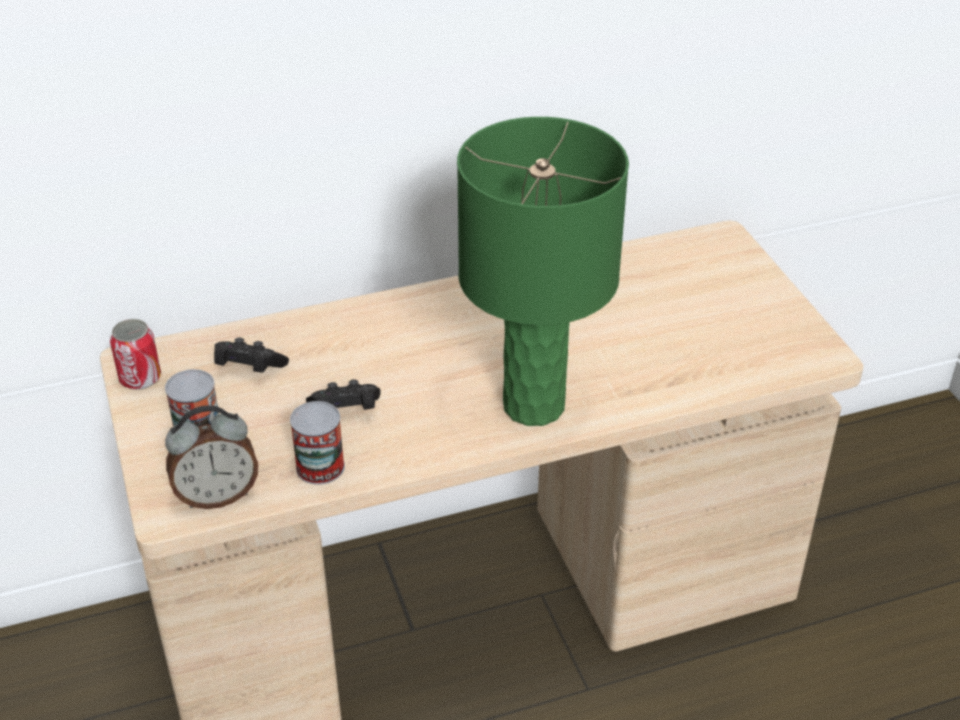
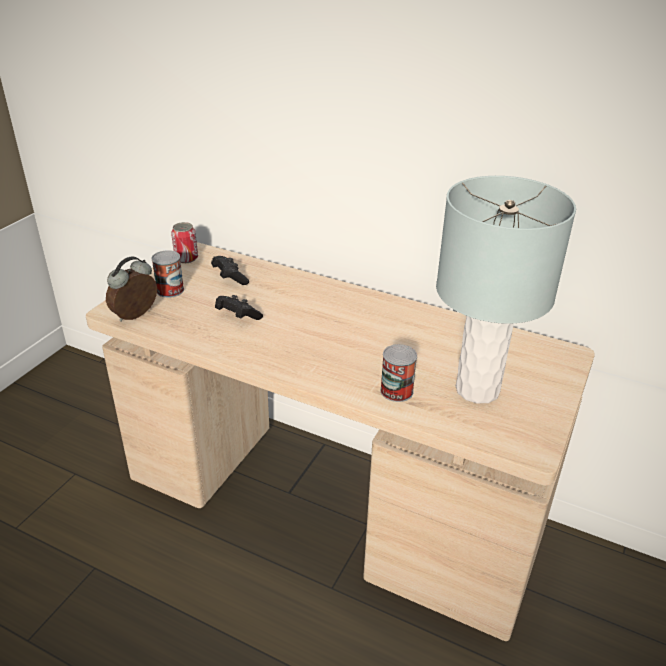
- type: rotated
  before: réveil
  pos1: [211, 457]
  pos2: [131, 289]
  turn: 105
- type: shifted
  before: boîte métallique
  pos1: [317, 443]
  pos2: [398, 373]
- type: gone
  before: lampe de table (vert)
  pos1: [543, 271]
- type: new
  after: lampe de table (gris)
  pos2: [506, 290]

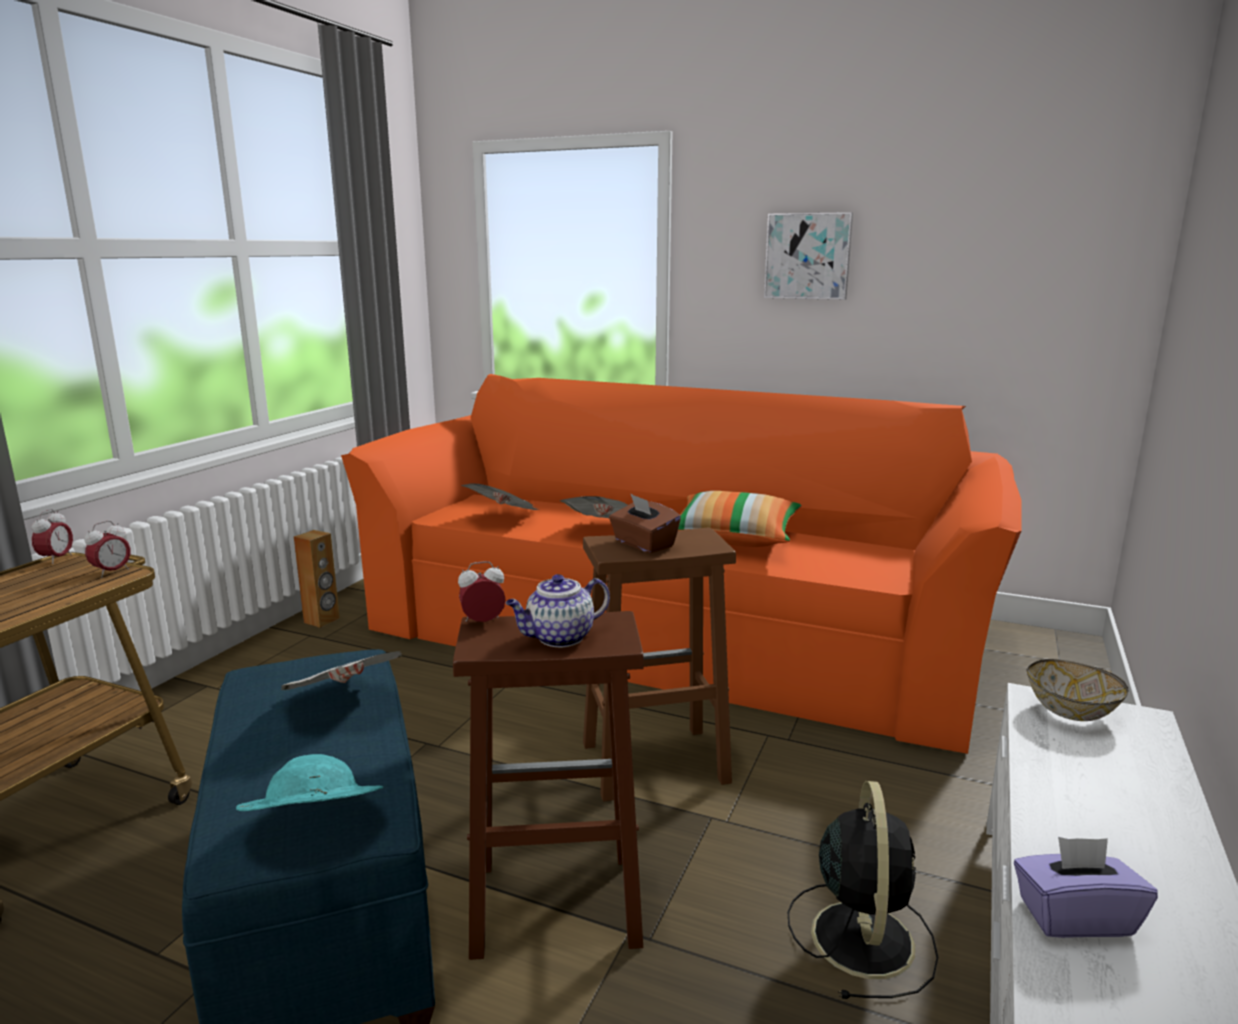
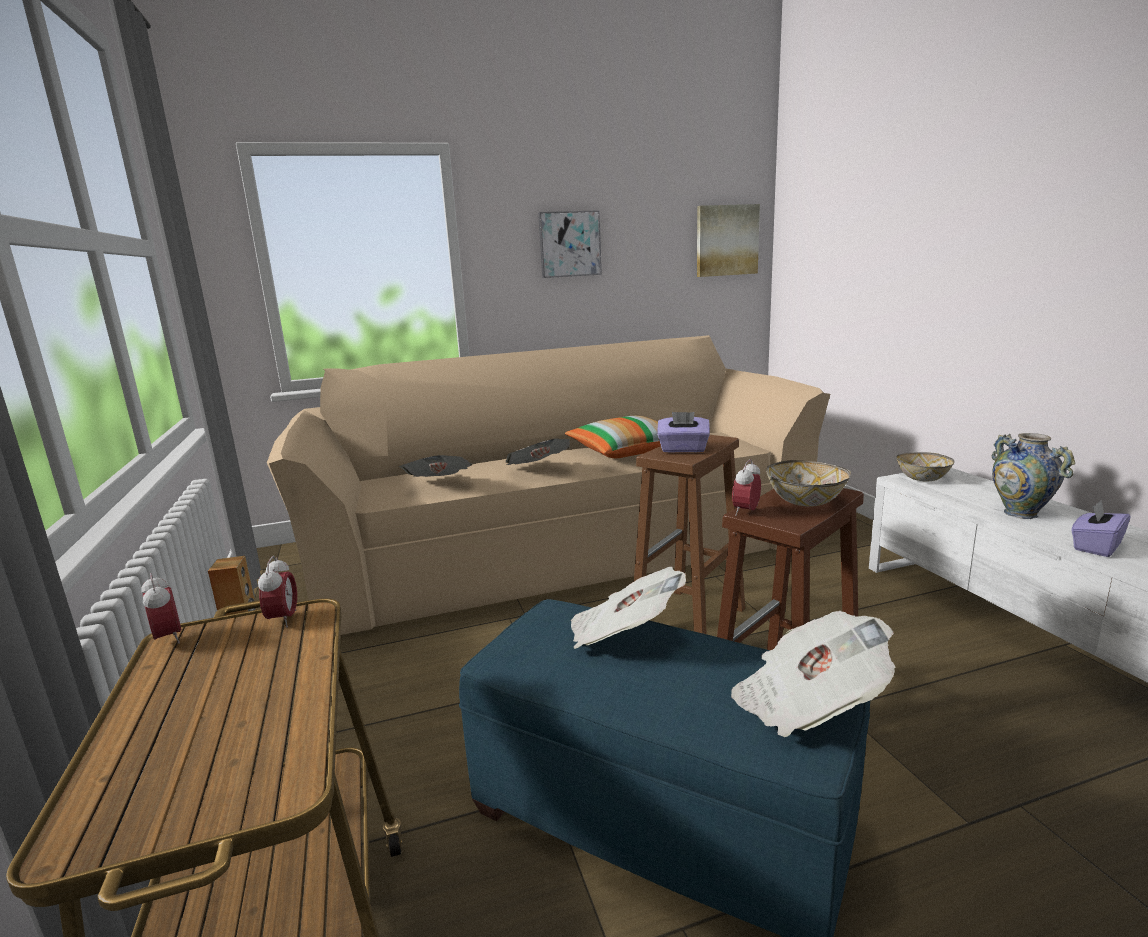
- type: swapped
  before: chapeau (turquoise)
  after: journal
  pos1: [309, 782]
  pos2: [813, 674]
- type: repainted
  before: canapé (orange)
  after: canapé (beige)
  pos1: [681, 564]
  pos2: [548, 485]
- type: swapped
  before: théière
  after: bol
  pos1: [557, 611]
  pos2: [808, 483]
- type: repainted
  before: boîte à mouchoirs (marron)
  after: boîte à mouchoirs (violet)
  pos1: [645, 523]
  pos2: [683, 432]
- type: gone
  before: ventilateur (noir)
  pos1: [863, 890]
- type: new
  after: tableau
  pos2: [728, 240]
- type: new
  after: vase
  pos2: [1033, 476]

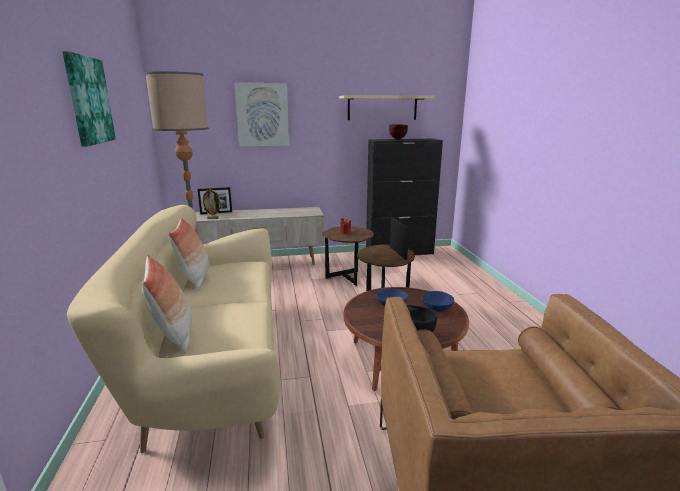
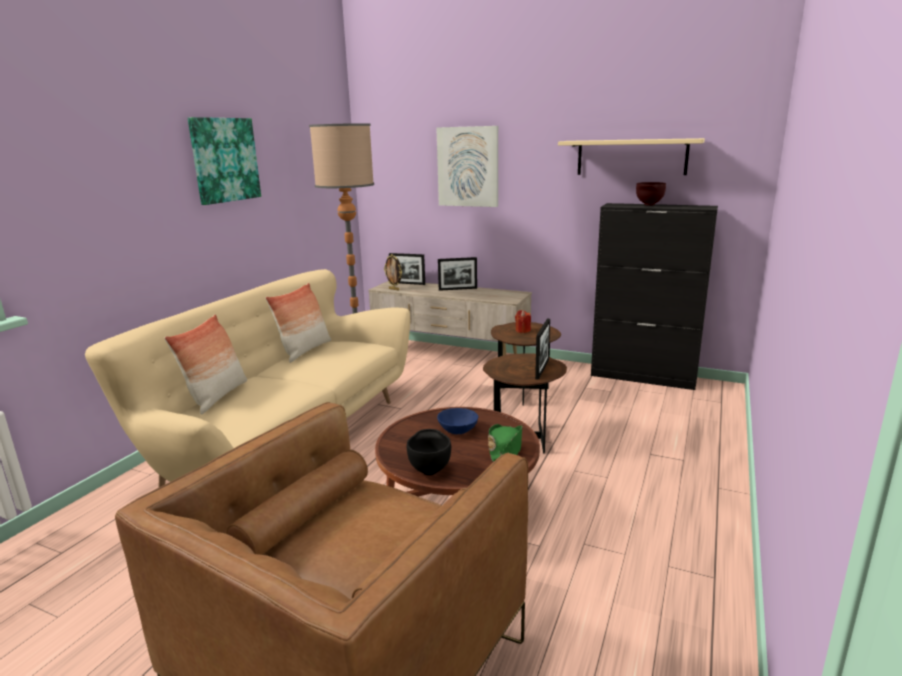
- type: swapped
  before: bol (bleu)
  after: chapeau (vert)
  pos1: [438, 301]
  pos2: [505, 443]
- type: new
  after: cadre photo
  pos2: [457, 274]

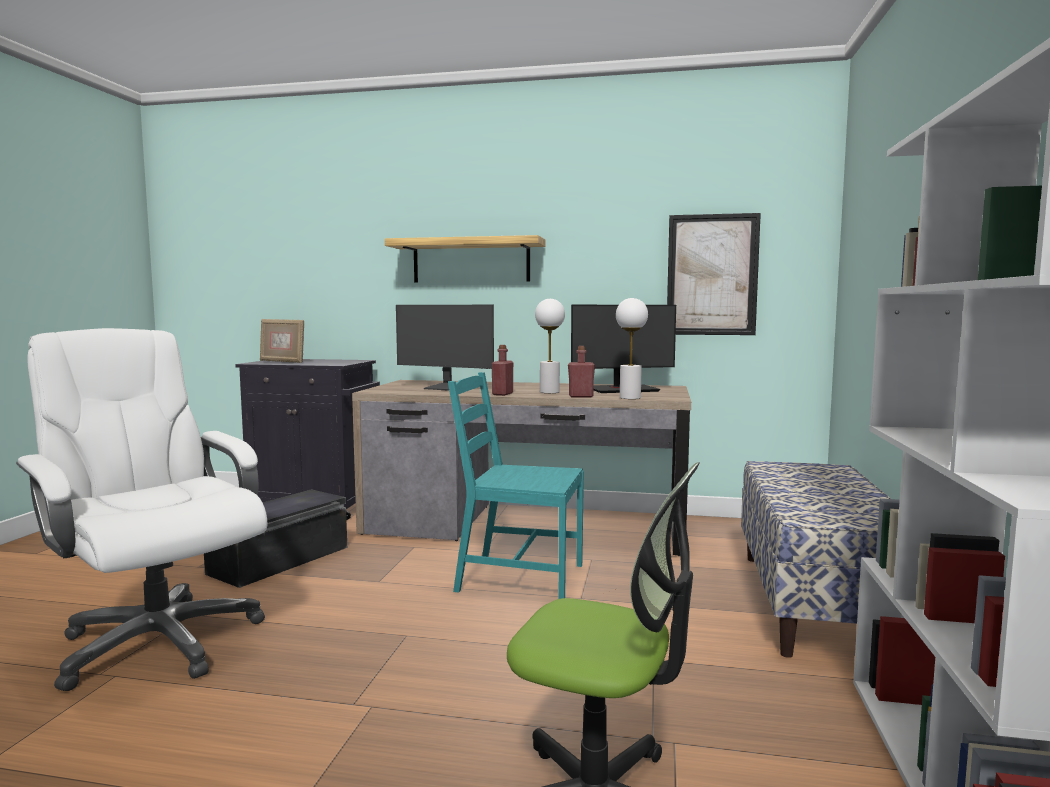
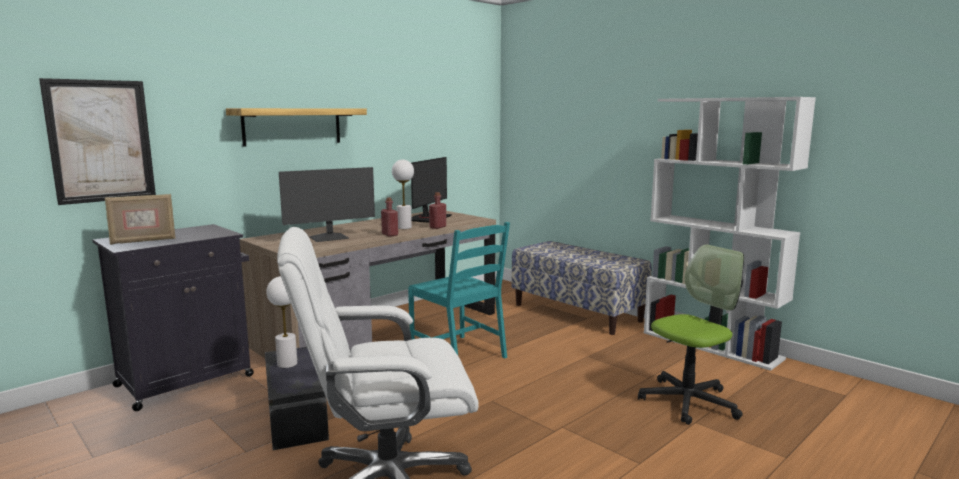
- type: rotated
  before: chaise (turquoise)
  pos1: [516, 485]
  pos2: [459, 290]
  turn: -90
- type: shifted
  before: lampe de table (blanc)
  pos1: [632, 348]
  pos2: [281, 322]
- type: shifted
  before: tableau
  pos1: [714, 274]
  pos2: [97, 141]

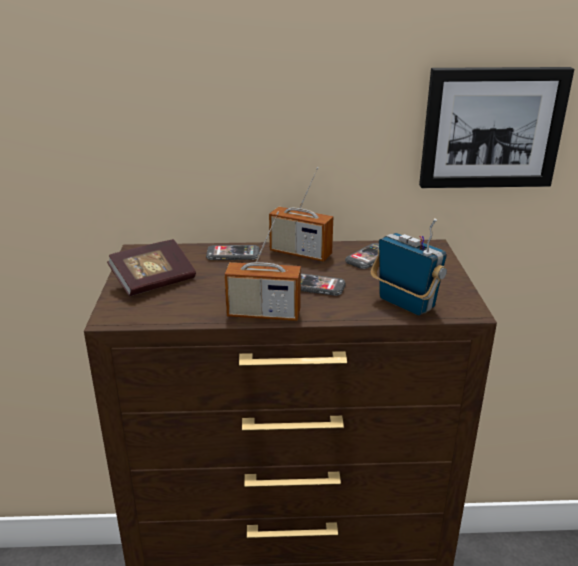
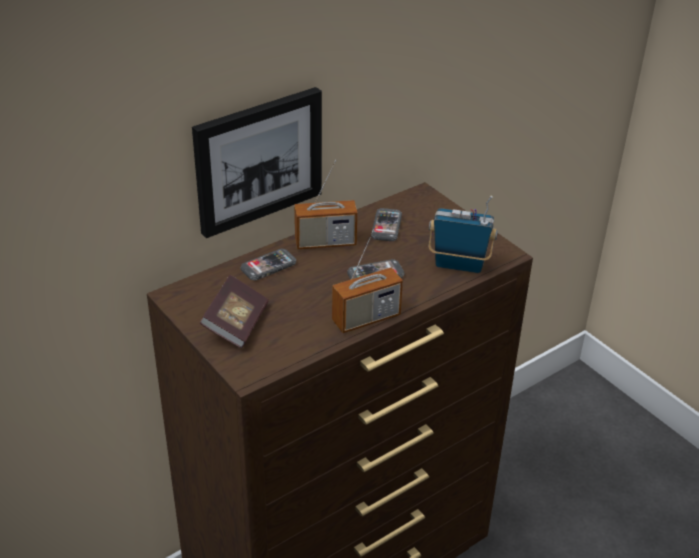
- type: shifted
  before: tableau
  pos1: [496, 127]
  pos2: [257, 162]

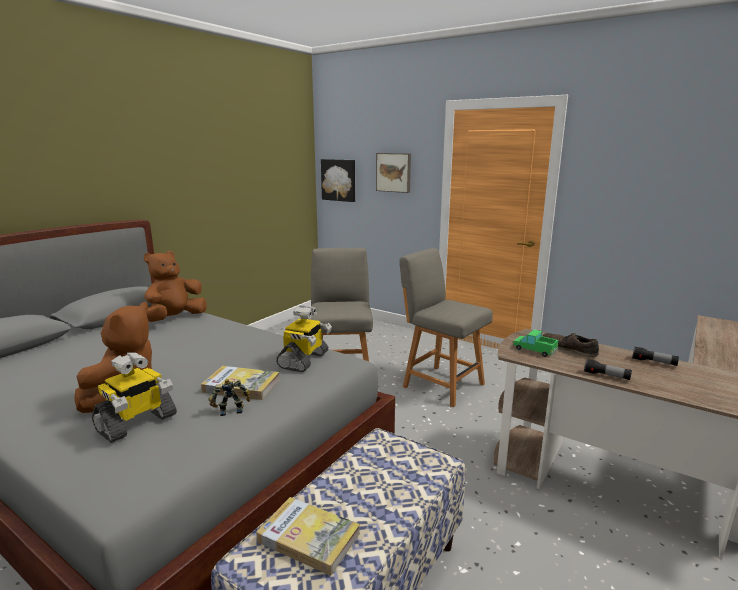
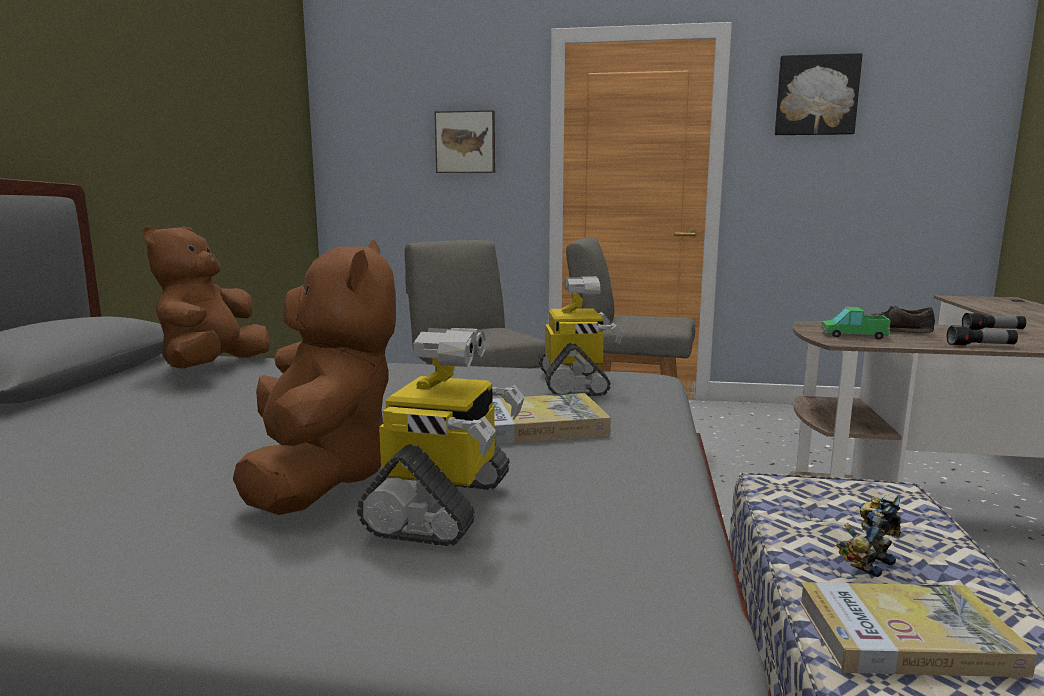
- type: shifted
  before: robot jouet
  pos1: [229, 397]
  pos2: [868, 535]
- type: shifted
  before: tableau
  pos1: [338, 180]
  pos2: [819, 94]

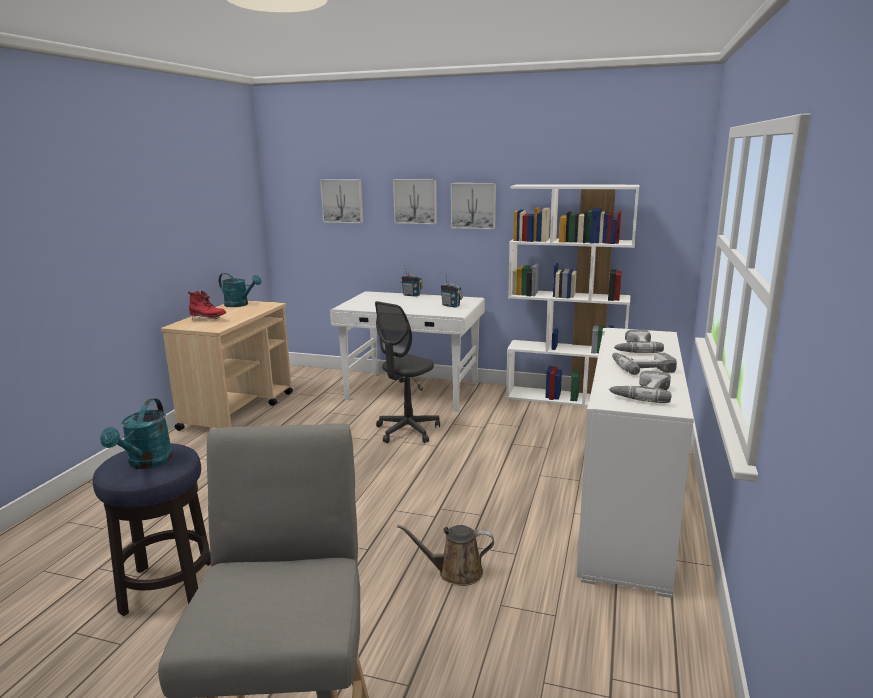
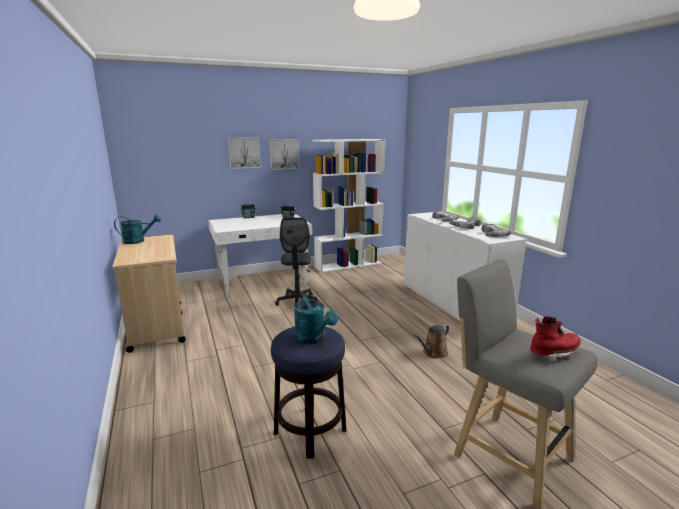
- type: shifted
  before: botte (rouge)
  pos1: [207, 305]
  pos2: [555, 339]
- type: gone
  before: tableau
  pos1: [341, 201]

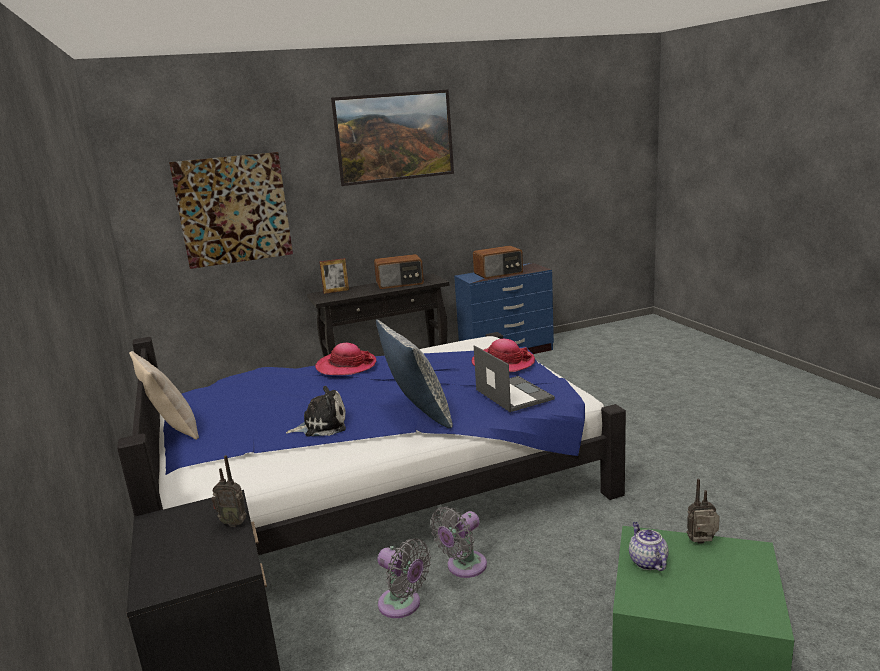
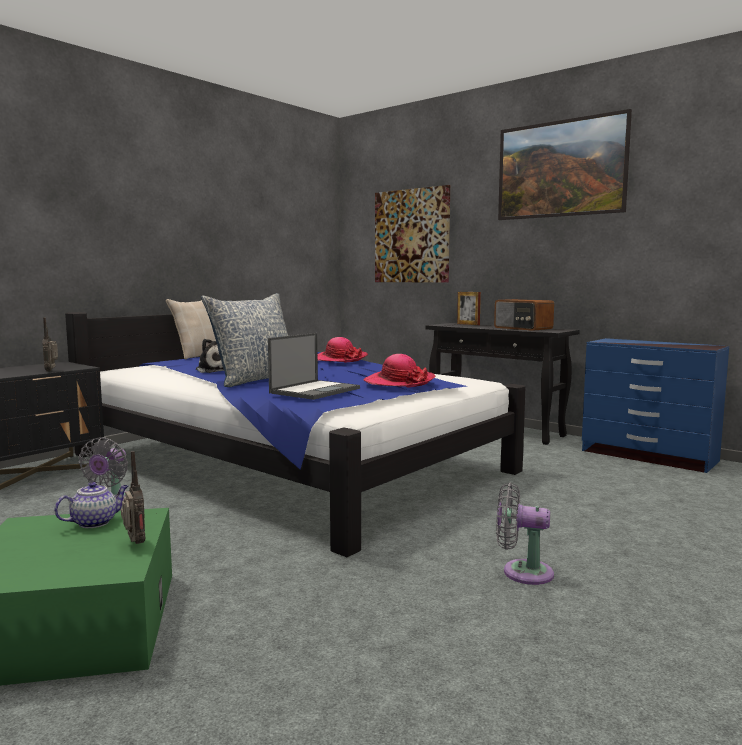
- type: shifted
  before: ventilateur (gris)
  pos1: [458, 542]
  pos2: [525, 534]
- type: gone
  before: radio
  pos1: [498, 262]

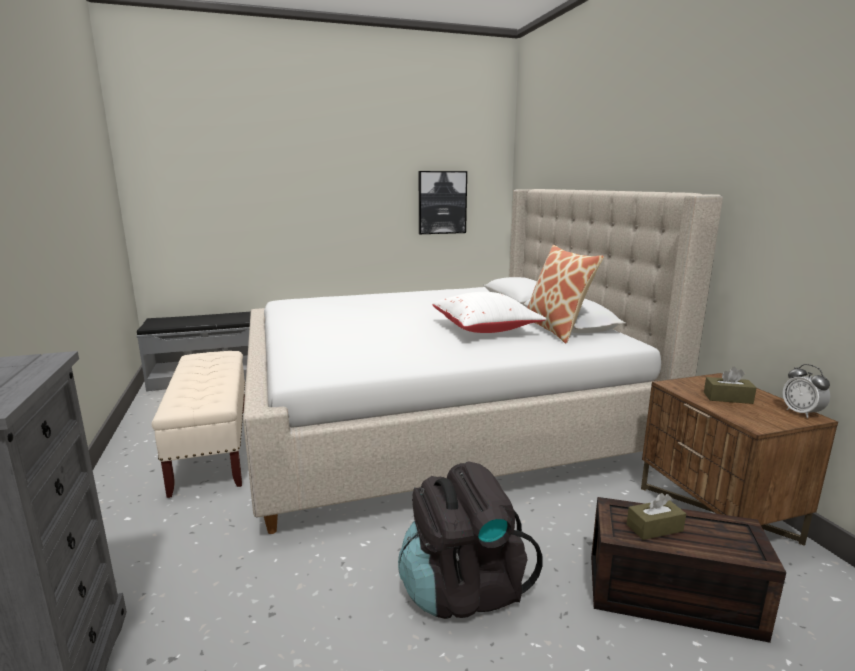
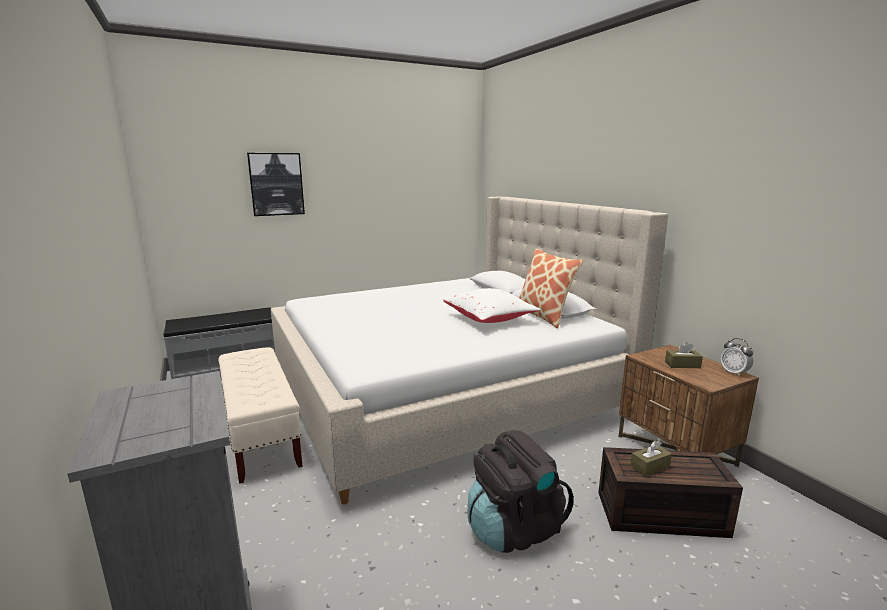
- type: shifted
  before: tableau
  pos1: [443, 202]
  pos2: [276, 184]

